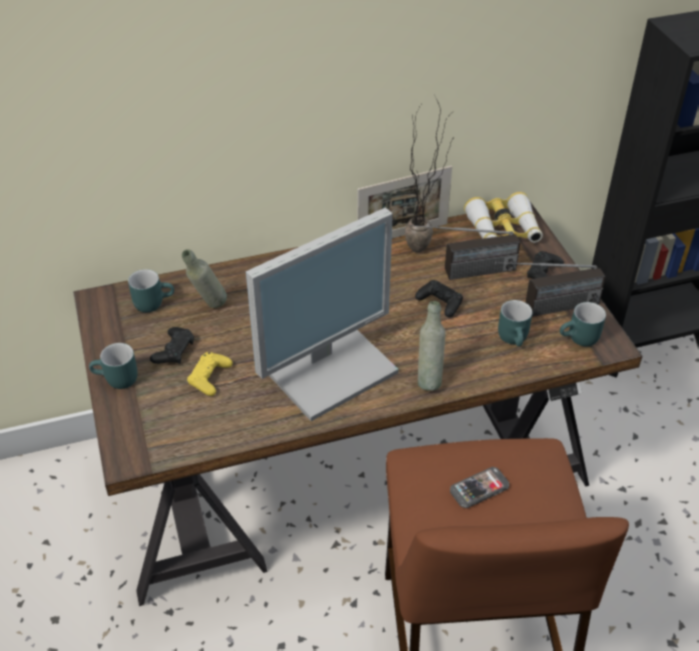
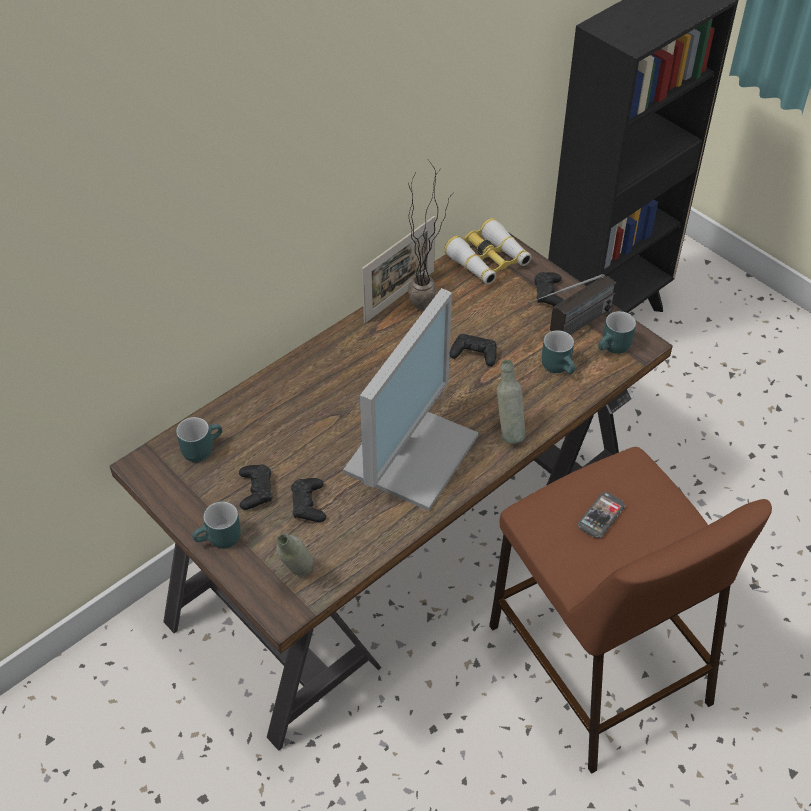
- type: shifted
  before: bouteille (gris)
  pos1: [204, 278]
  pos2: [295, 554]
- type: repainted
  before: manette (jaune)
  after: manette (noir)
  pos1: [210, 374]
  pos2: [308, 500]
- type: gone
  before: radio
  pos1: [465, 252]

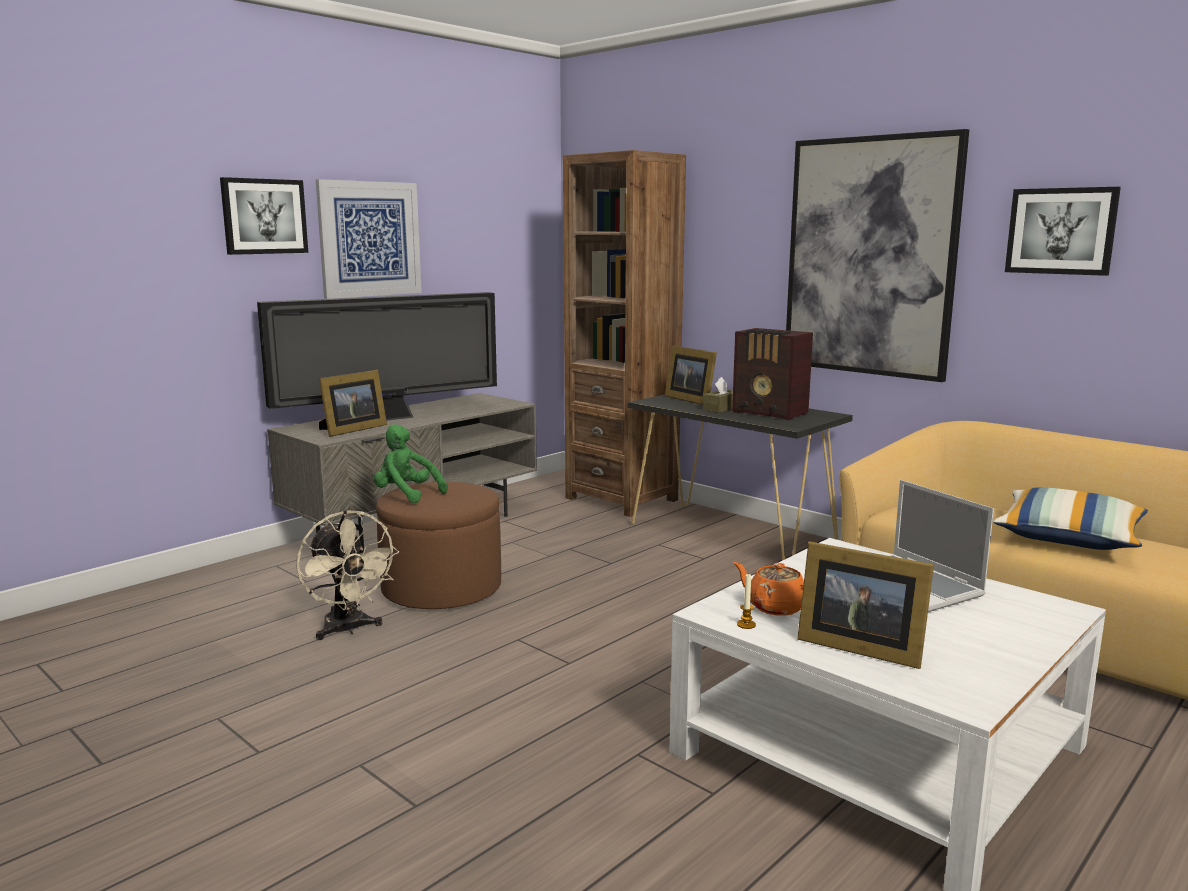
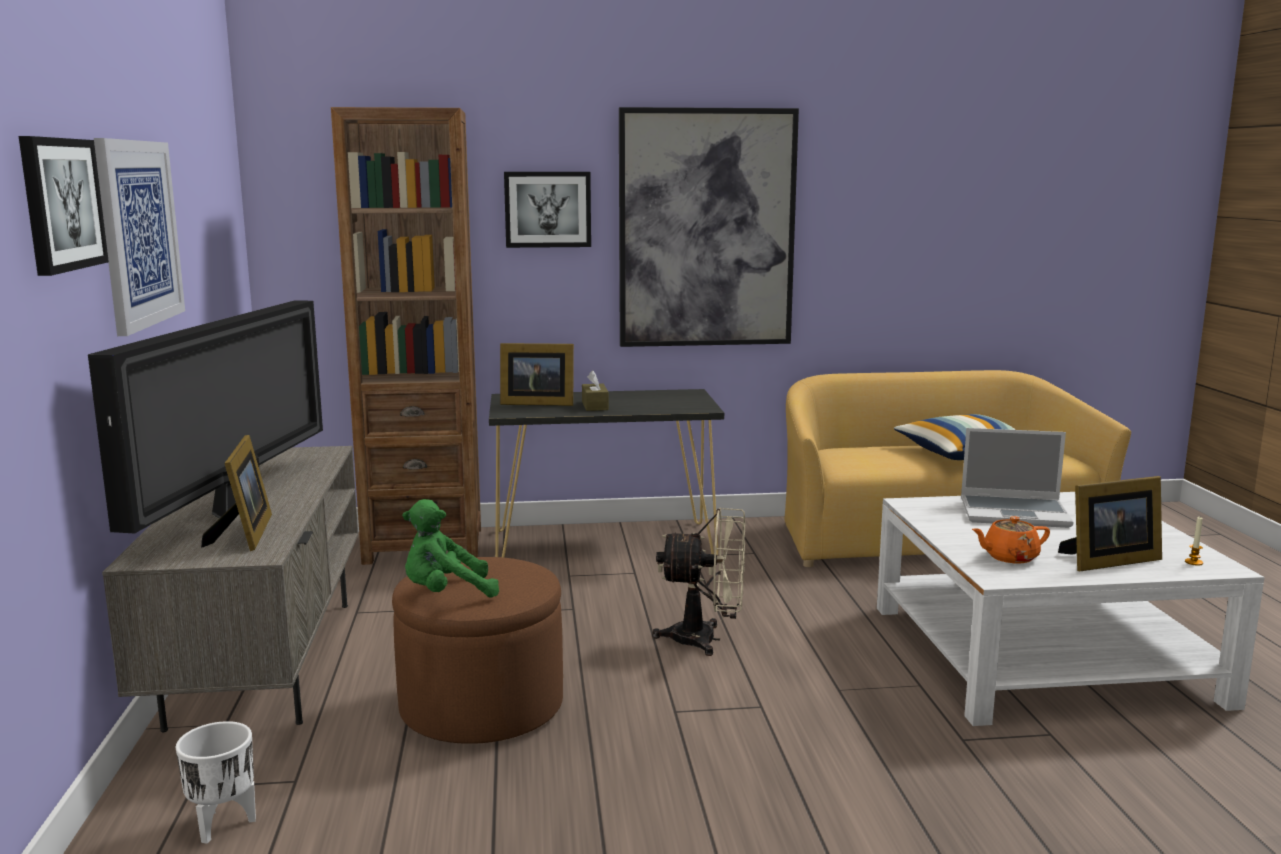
- type: shifted
  before: ventilateur (beige)
  pos1: [348, 575]
  pos2: [698, 582]
- type: gone
  before: radio
  pos1: [772, 374]
- type: shifted
  before: bougie
  pos1: [746, 601]
  pos2: [1194, 541]
- type: shifted
  before: tableau
  pos1: [1063, 231]
  pos2: [547, 210]
- type: new
  after: cache-pot (blanc)
  pos2: [216, 782]

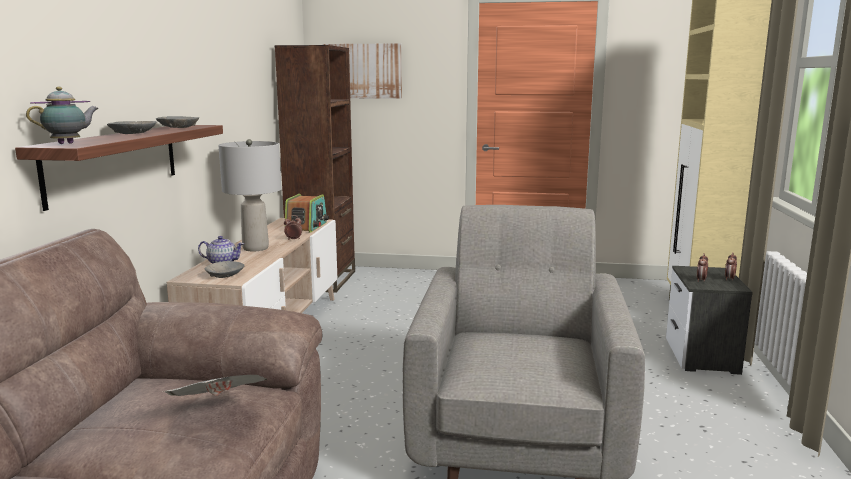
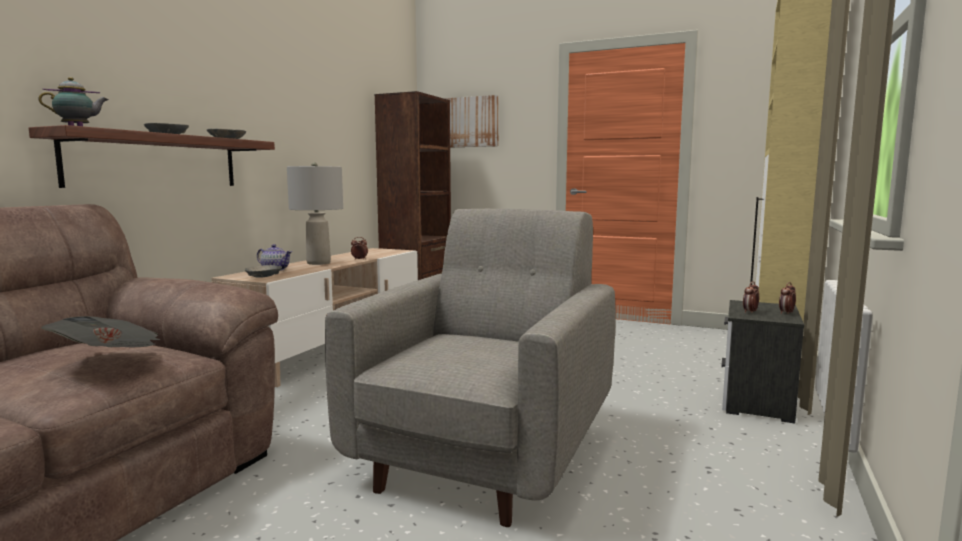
- type: gone
  before: radio
  pos1: [306, 213]

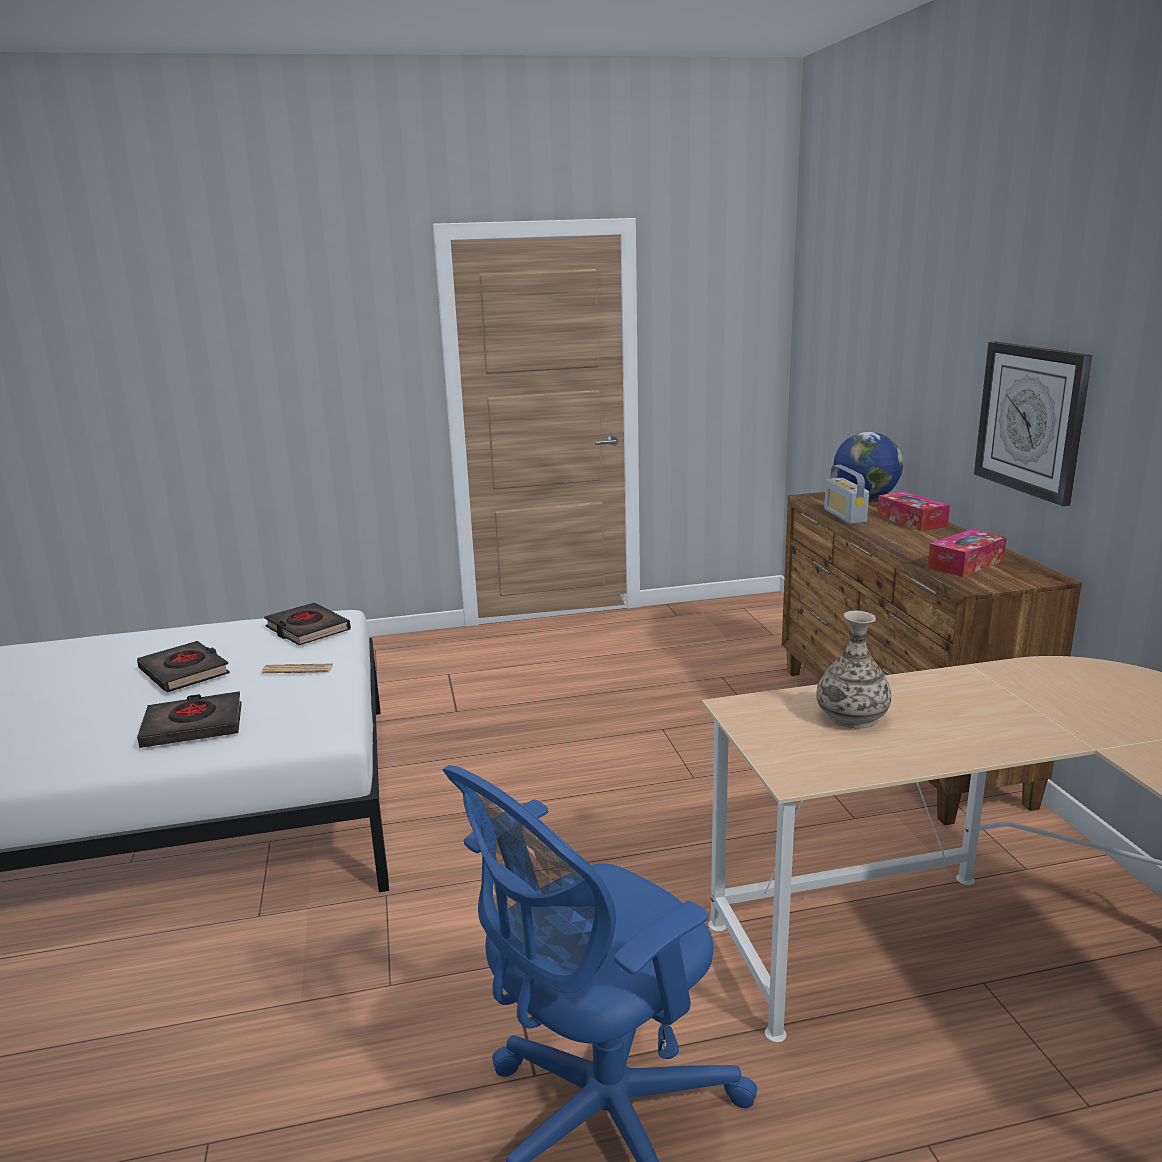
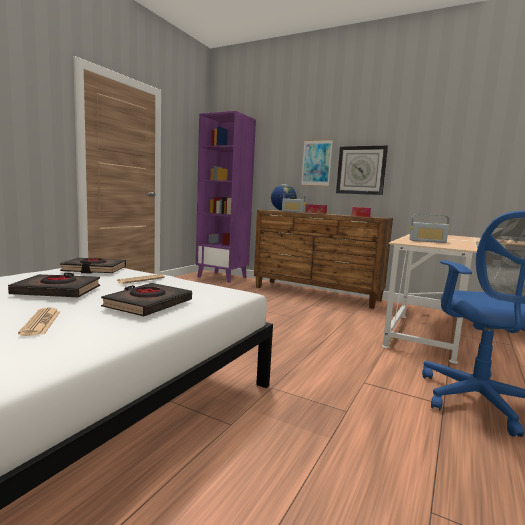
- type: swapped
  before: vase
  after: radio
  pos1: [853, 670]
  pos2: [429, 228]
- type: new
  after: journal
  pos2: [39, 322]
- type: new
  after: bibliothèque (violet)
  pos2: [226, 197]
- type: new
  after: tableau
  pos2: [317, 163]

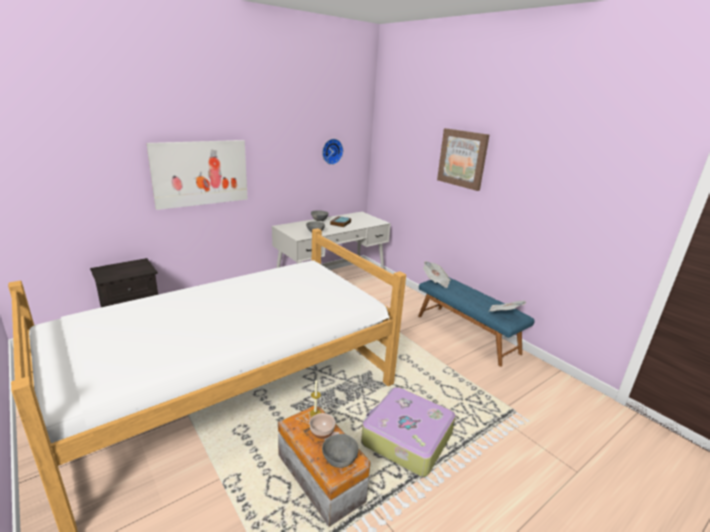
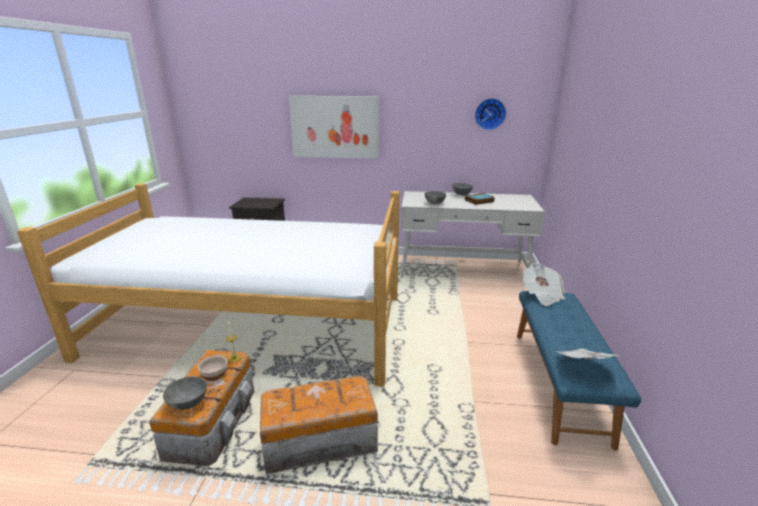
- type: swapped
  before: valise
  after: boîte de rangement
  pos1: [408, 432]
  pos2: [319, 425]
- type: gone
  before: tableau
  pos1: [463, 159]

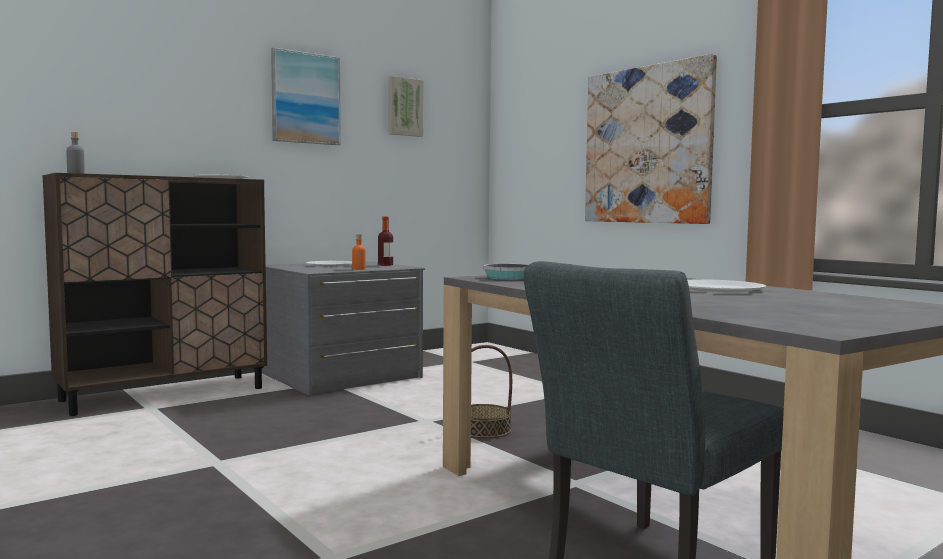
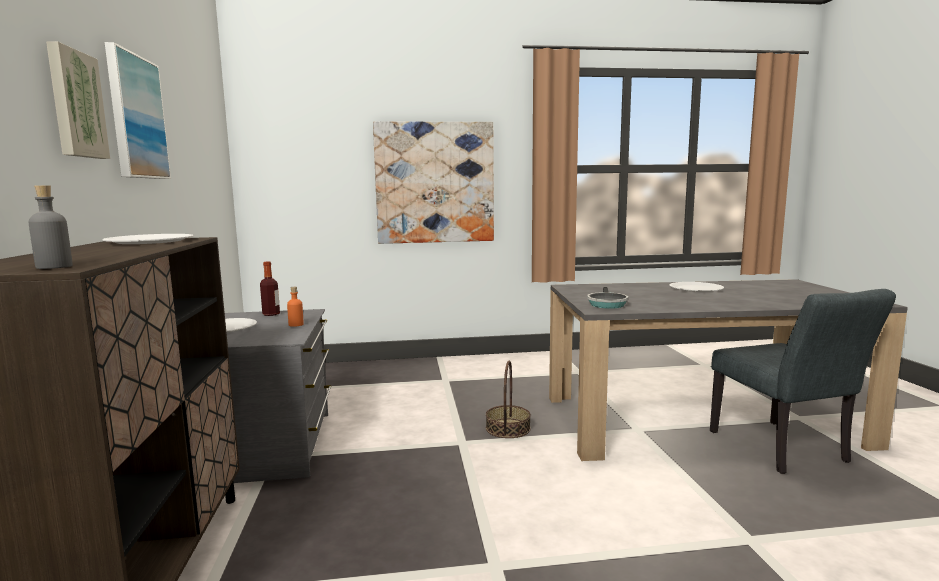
- type: shifted
  before: tableau
  pos1: [406, 106]
  pos2: [78, 100]

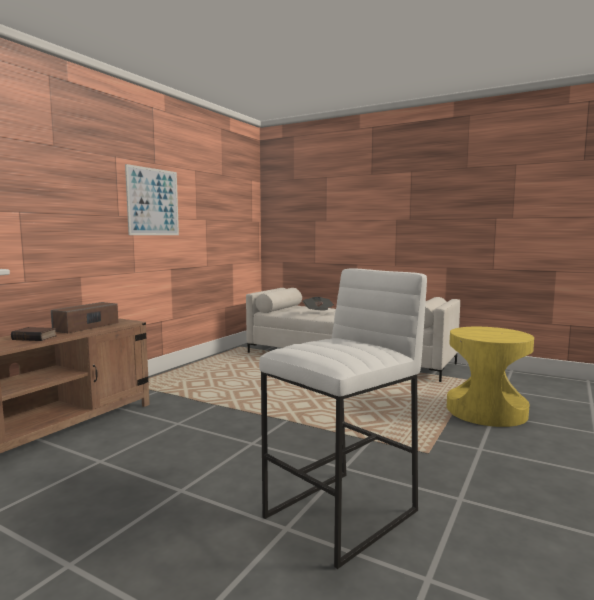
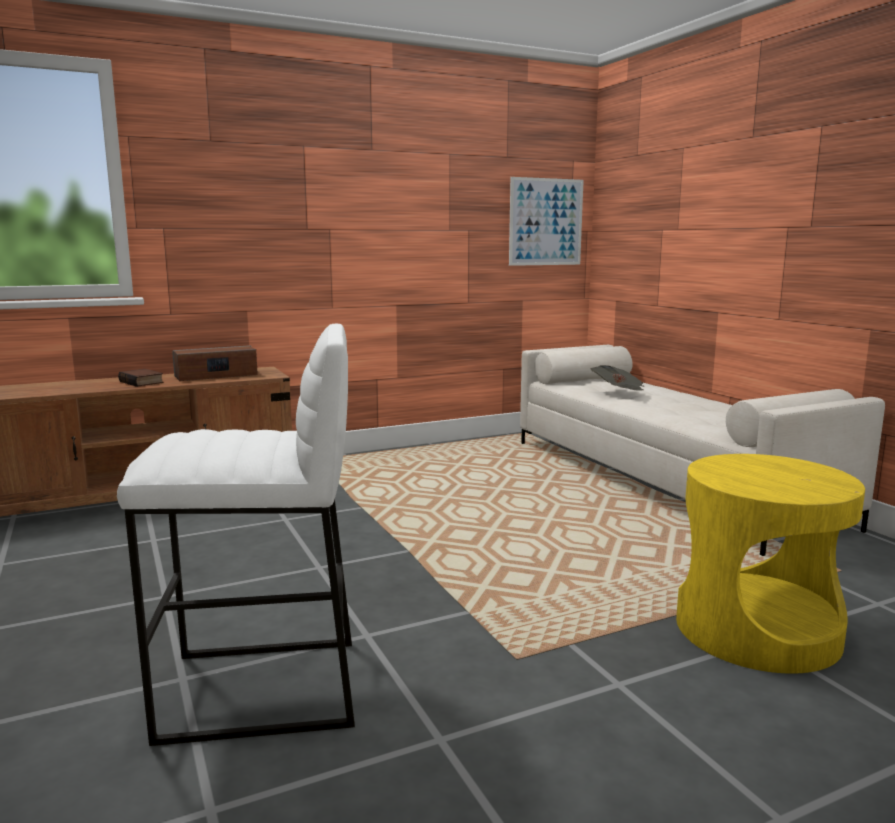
- type: shifted
  before: tableau
  pos1: [152, 199]
  pos2: [546, 221]

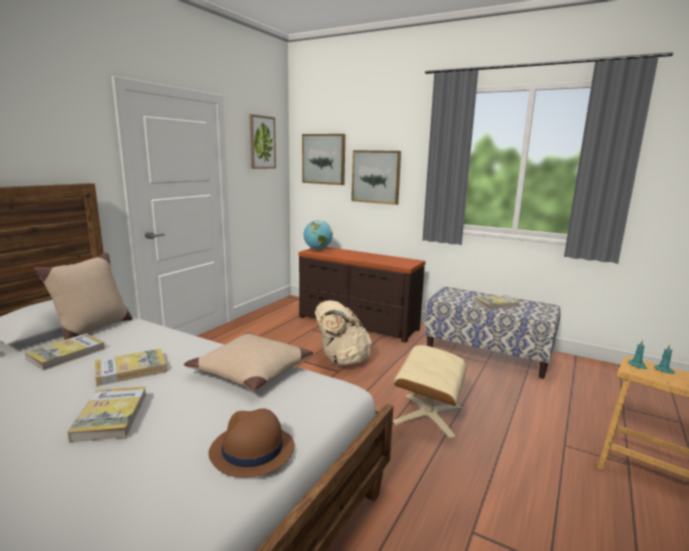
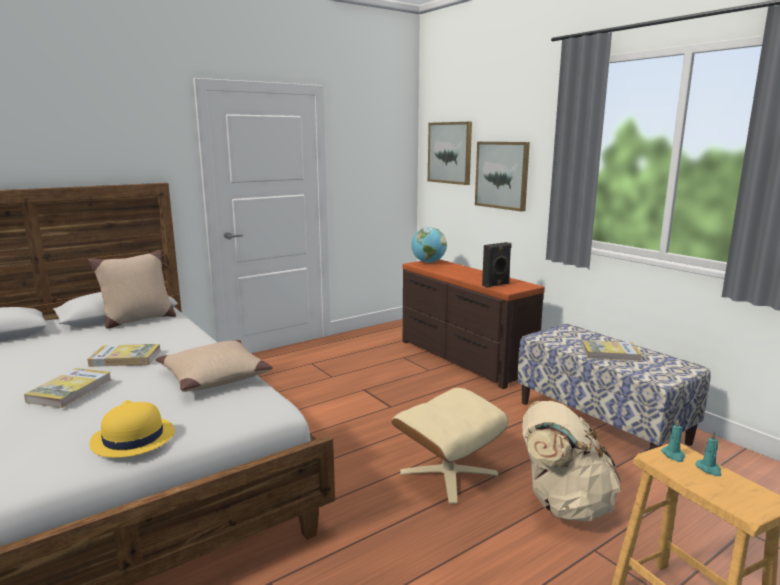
- type: gone
  before: livre
  pos1: [65, 352]
- type: repainted
  before: chapeau (marron)
  after: chapeau (jaune)
  pos1: [251, 443]
  pos2: [132, 429]
- type: gone
  before: tableau
  pos1: [262, 141]
- type: shifted
  before: sac à dos (beige)
  pos1: [344, 333]
  pos2: [572, 461]
- type: new
  after: enceinte (noir)
  pos2: [497, 265]

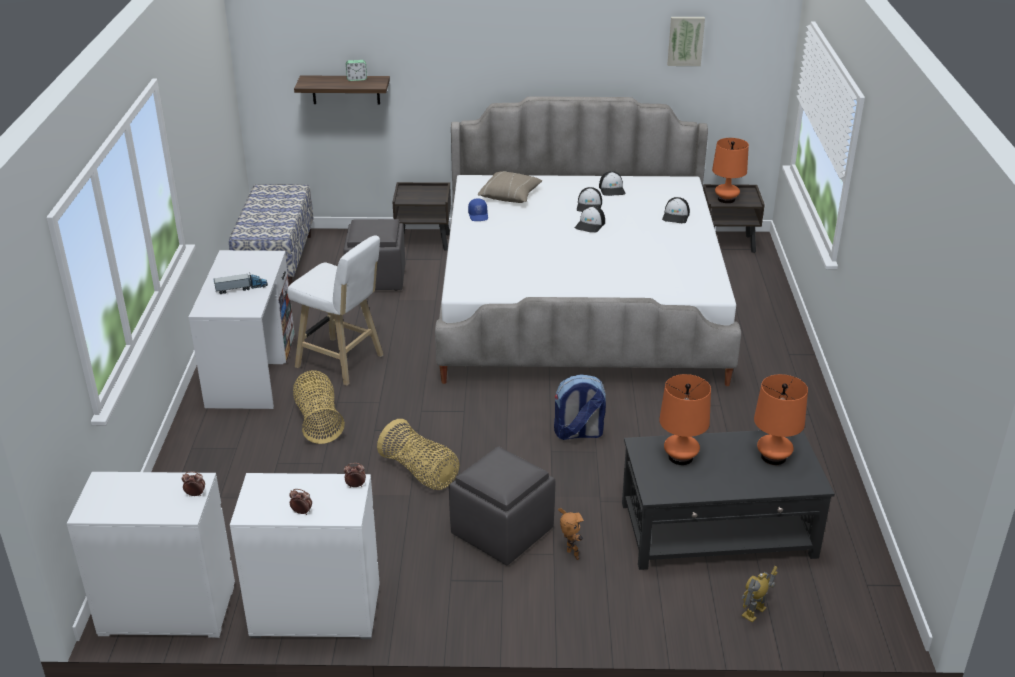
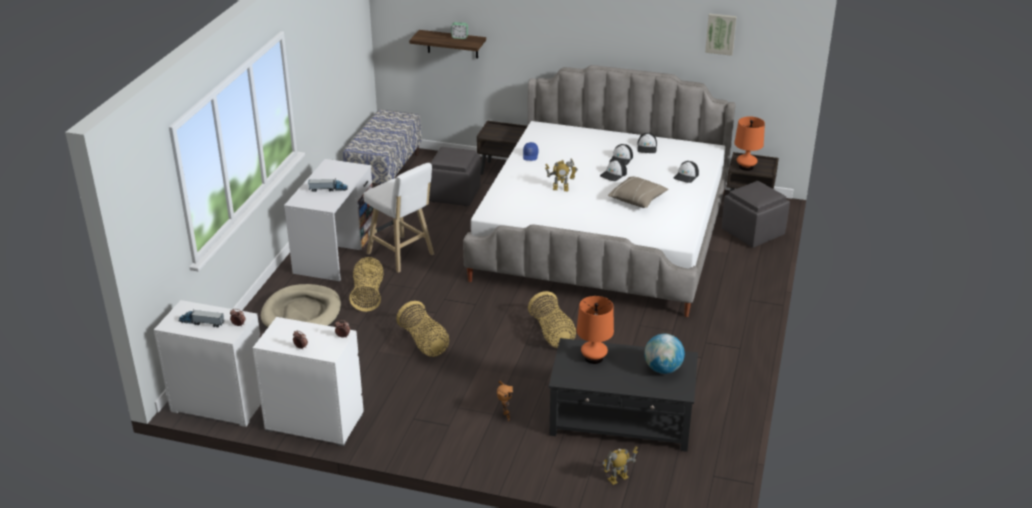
- type: shifted
  before: pouf (gris)
  pos1: [502, 506]
  pos2: [756, 214]
- type: shifted
  before: coussin (beige)
  pos1: [510, 187]
  pos2: [638, 192]
- type: swapped
  before: sac à dos
  after: panier
  pos1: [580, 407]
  pos2: [552, 319]
- type: swapped
  before: lampe de table (orange)
  after: globe
  pos1: [781, 419]
  pos2: [664, 354]
- type: new
  after: camion jouet
  pos2: [201, 318]
- type: new
  after: panier pour chien (beige)
  pos2: [301, 306]
- type: new
  after: robot jouet
  pos2: [561, 174]

